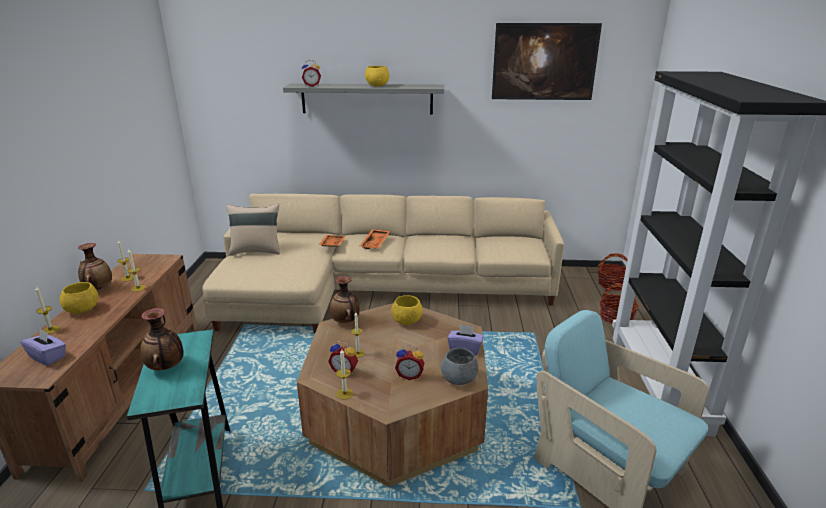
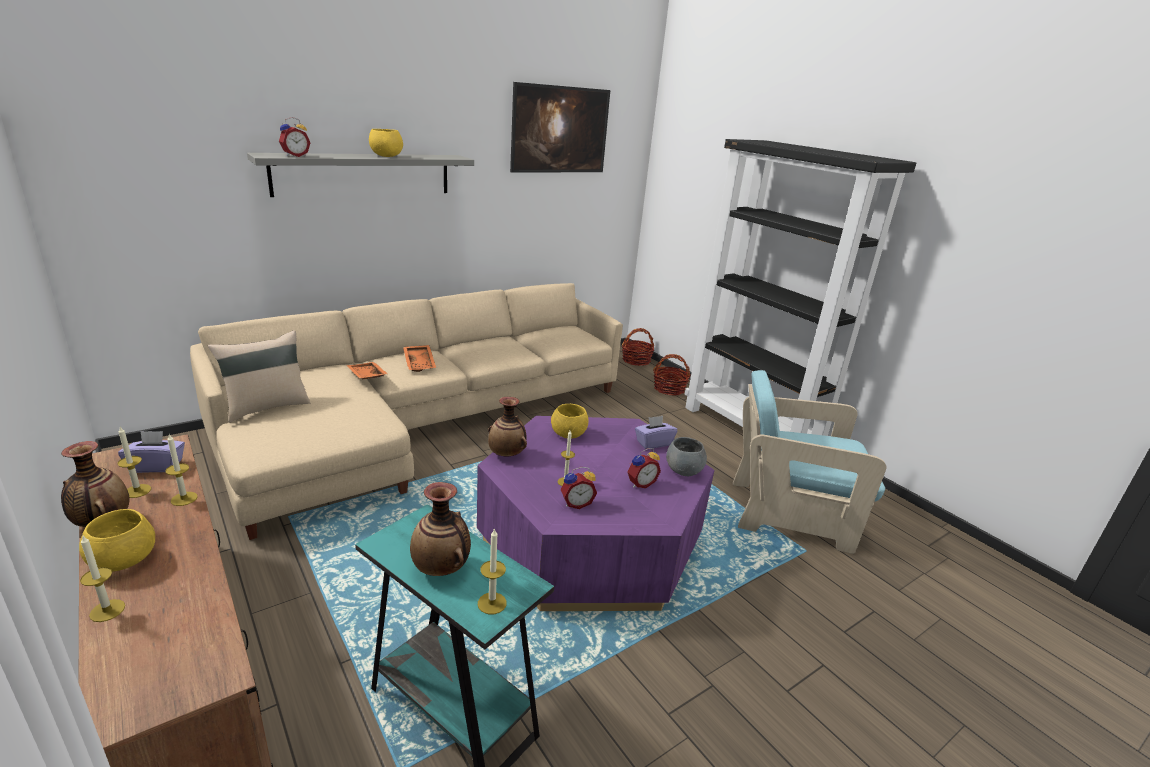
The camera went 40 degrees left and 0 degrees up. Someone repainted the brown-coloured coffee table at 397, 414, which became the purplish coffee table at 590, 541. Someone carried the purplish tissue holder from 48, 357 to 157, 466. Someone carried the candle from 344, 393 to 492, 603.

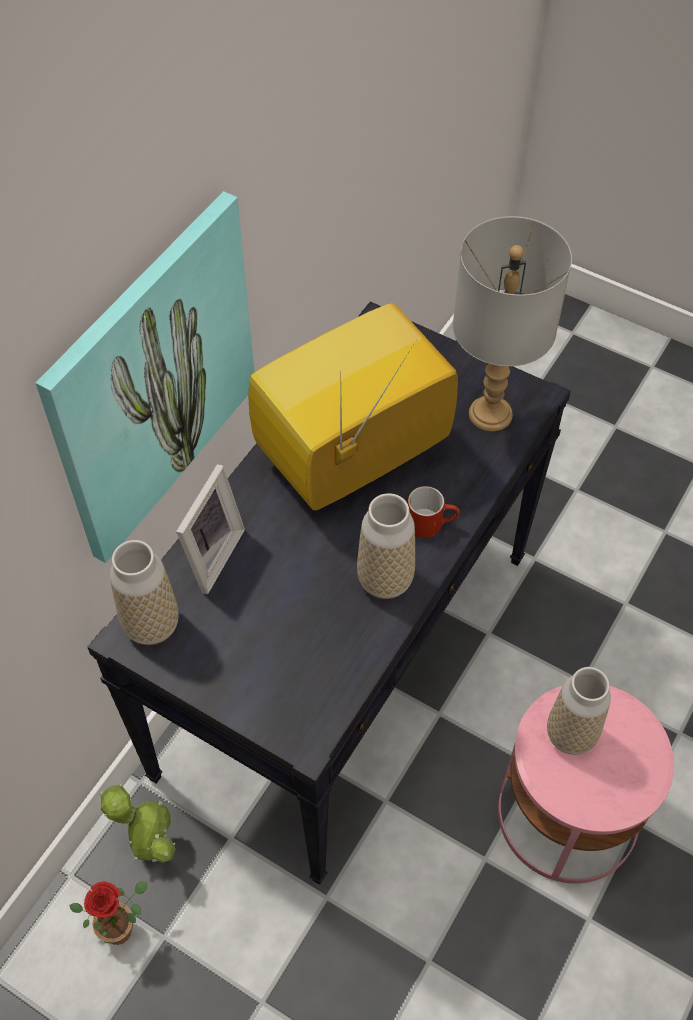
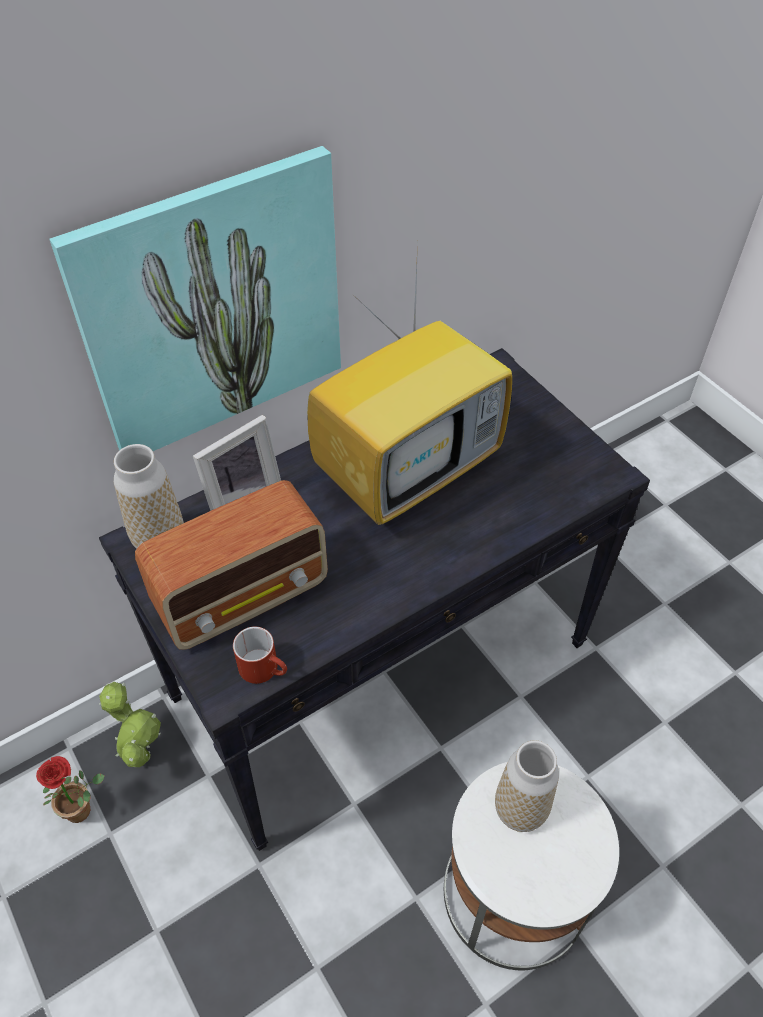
The camera went 25 degrees right and 5 degrees down. Someone took away the gray tabletop lamp at 490, 413. Someone rotated the television at 351, 461 by 150 degrees clockwise. Someone carried the red coffee mug from 431, 523 to 265, 669. Someone took away the vase at 385, 580. Someone repainted the pink side table at 568, 814, which became the white-coloured side table at 514, 893. Someone put down the radio at 244, 595.

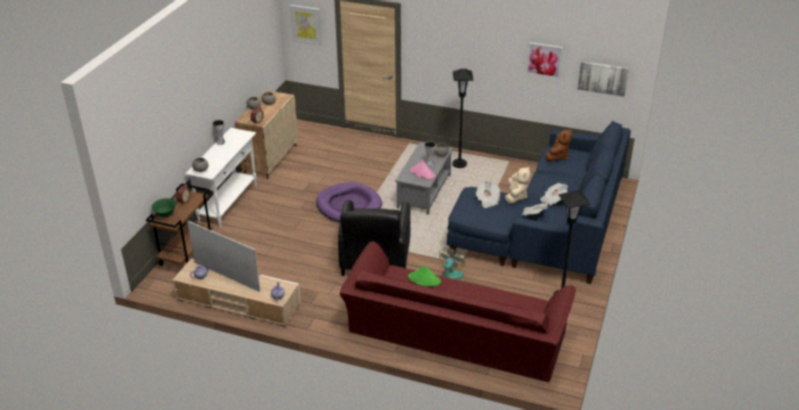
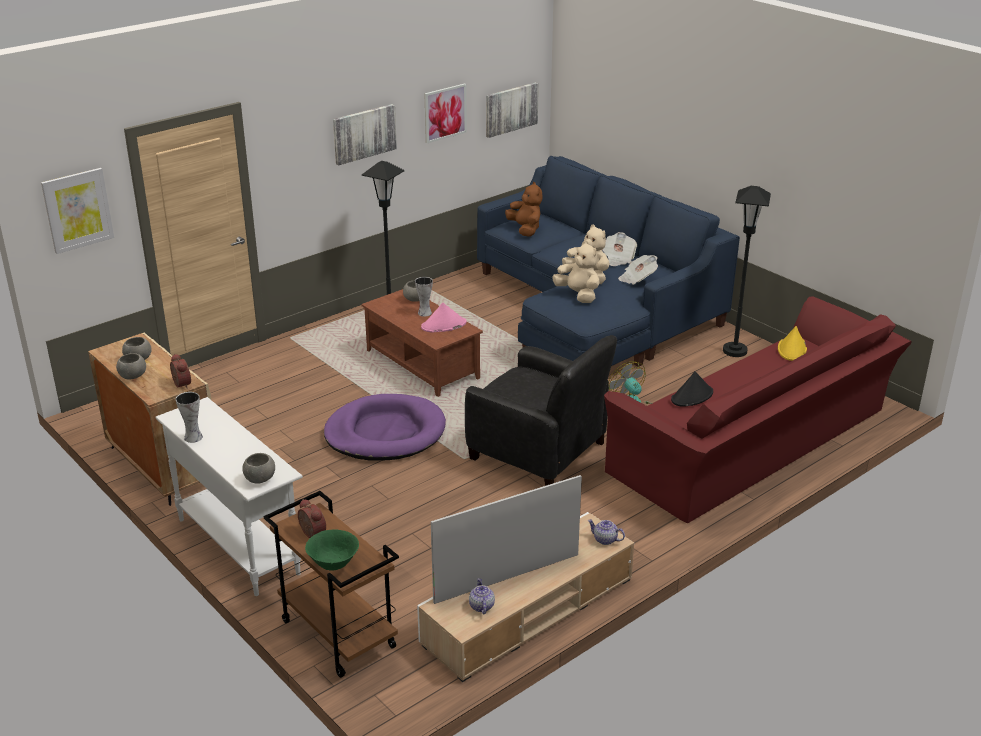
The camera went 60 degrees left and 5 degrees down. Someone repainted the gray coffee table at 425, 192, which became the brown-coloured coffee table at 423, 364. Someone swapped the newspaper at 487, 200 for the sand-coloured plush toy at 578, 295. Someone repainted the green wearable hat at 424, 279, which became the black-coloured wearable hat at 692, 396. Someone put up the picture at 364, 133. Someone put down the yellow wearable hat at 792, 349.

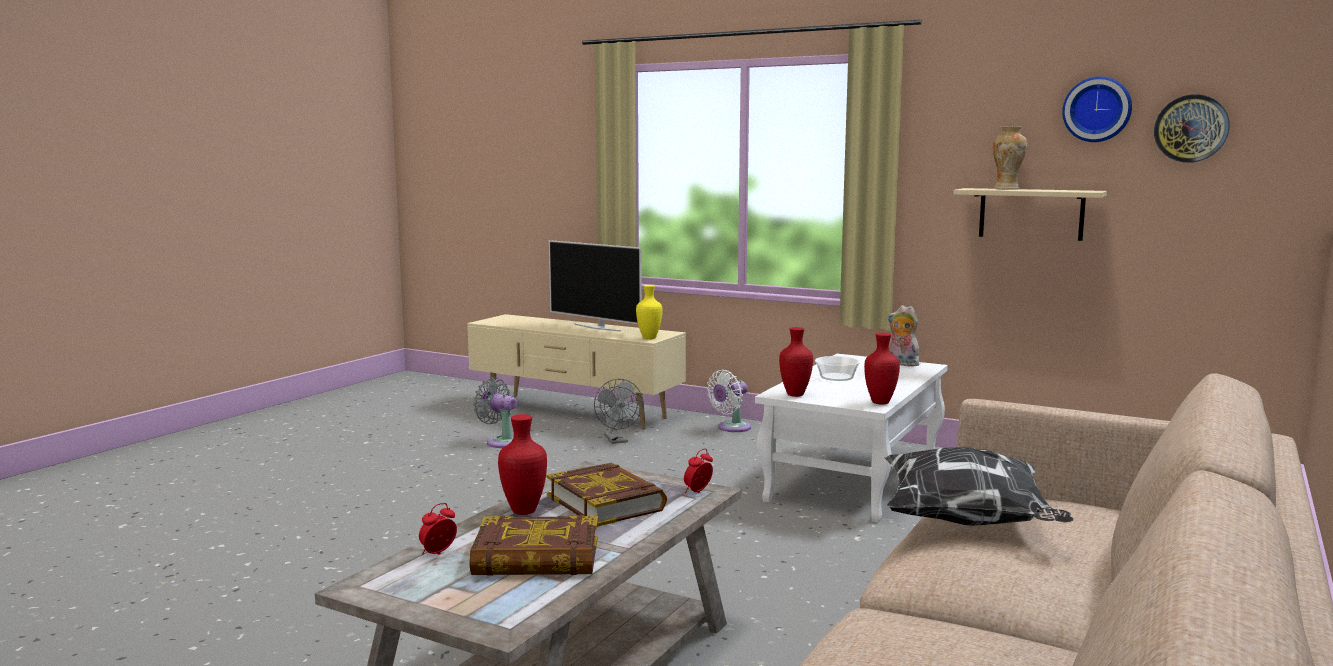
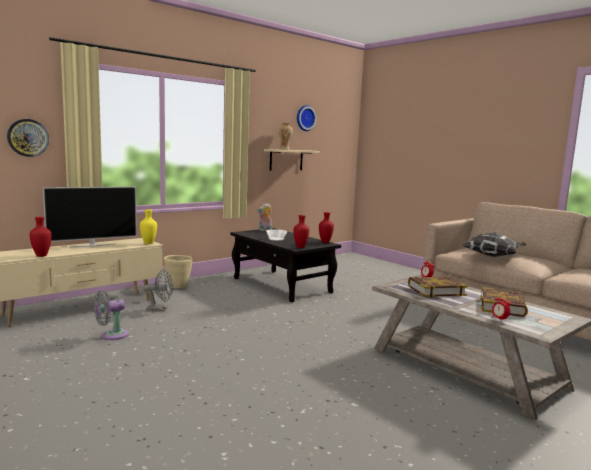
The camera went 70 degrees left and 0 degrees up. Someone carried the clock on the wall from 1191, 128 to 28, 137. Someone repainted the white-coloured coffee table at 853, 480, which became the black-coloured coffee table at 282, 285. Someone swapped the white-coloured fan at 731, 428 for the sand-coloured flower pot at 178, 286. Someone carried the red vase from 523, 512 to 42, 256.

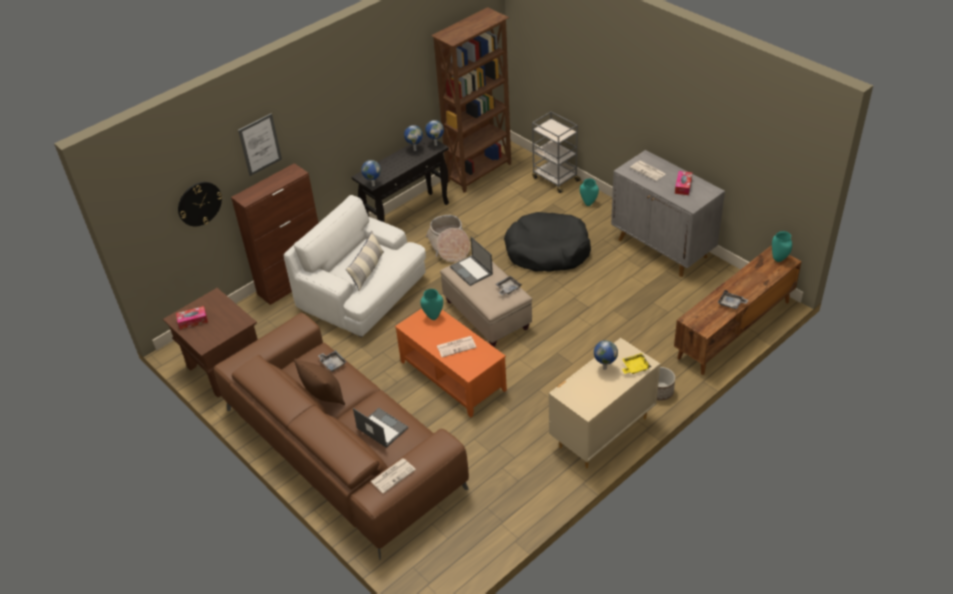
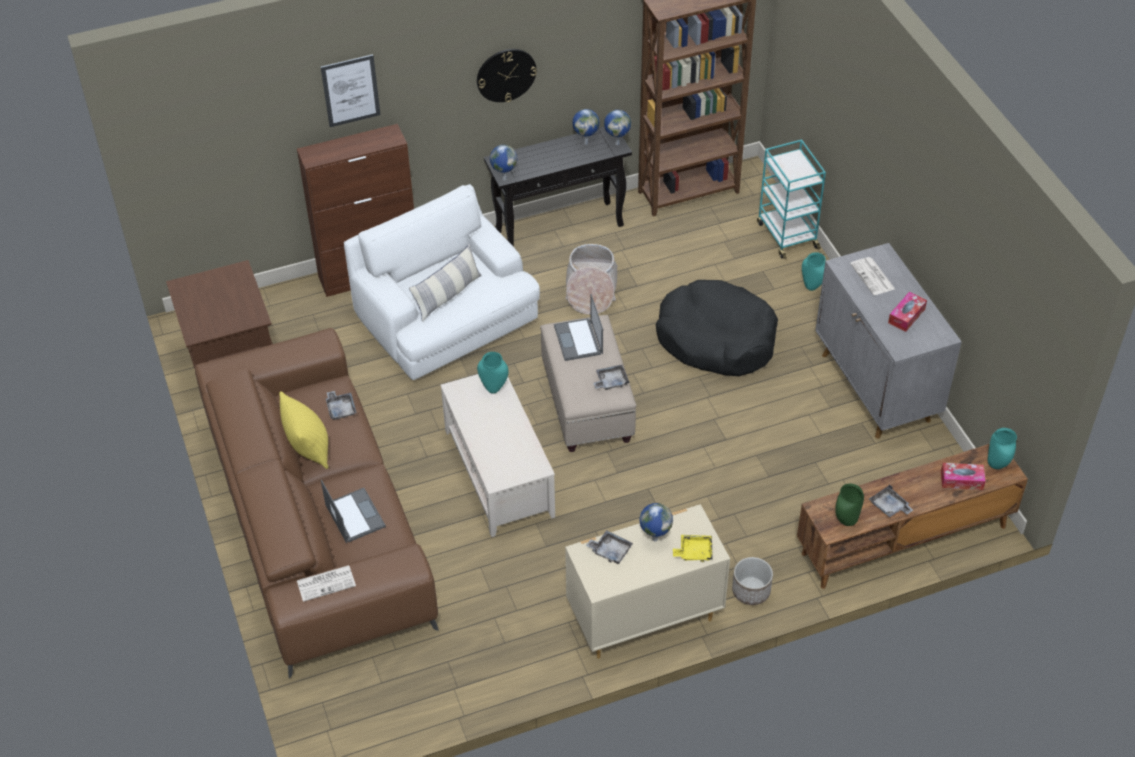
The camera went 20 degrees right and 5 degrees up. Someone repainted the gray trolley at 555, 179, which became the turquoise trolley at 786, 235. Someone carried the clock on the wall from 199, 203 to 506, 75. Someone carried the tissue holder from 193, 321 to 961, 480. Someone repainted the orange-coloured coffee table at 452, 376, which became the sand-coloured coffee table at 498, 473. Someone took away the newspaper at 456, 346. Someone repainted the brown-coloured throw pillow at 323, 396, which became the yellow throw pillow at 308, 448. Someone put down the green vase at 846, 521. Someone put down the gray serving tray at 610, 551.

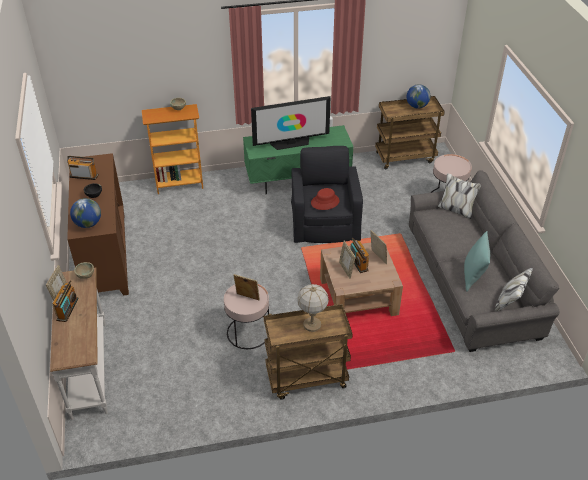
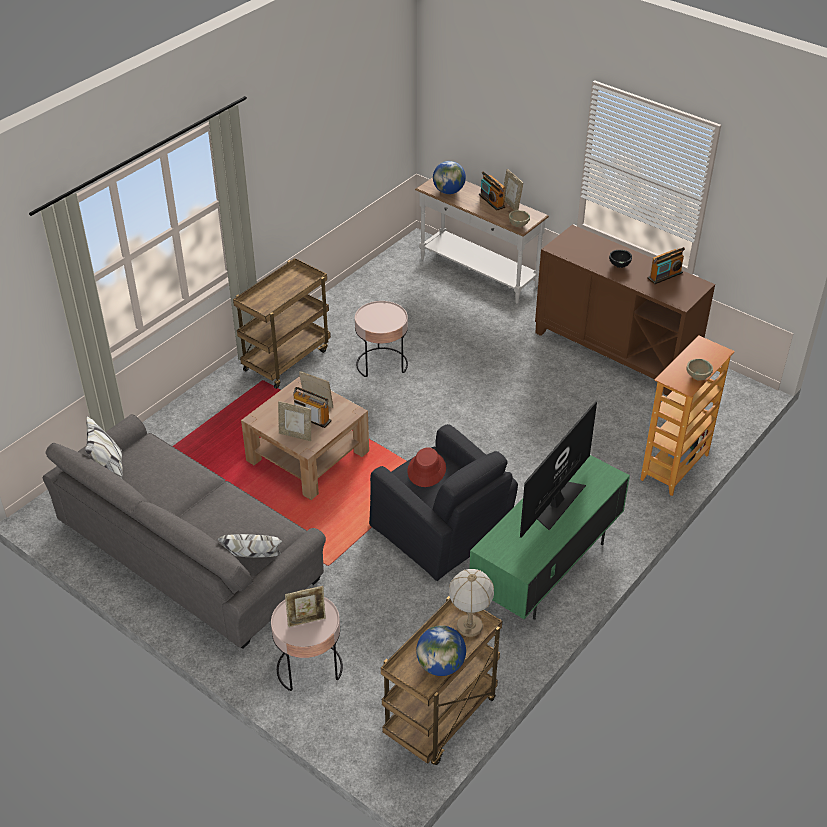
The camera went 140 degrees right and 0 degrees up. Someone carried the world globe from 88, 224 to 448, 191. Someone took away the turquoise throw pillow at 473, 276. Someone carried the photo frame from 247, 297 to 307, 621. Someone carried the tabletop lamp from 312, 325 to 469, 626.

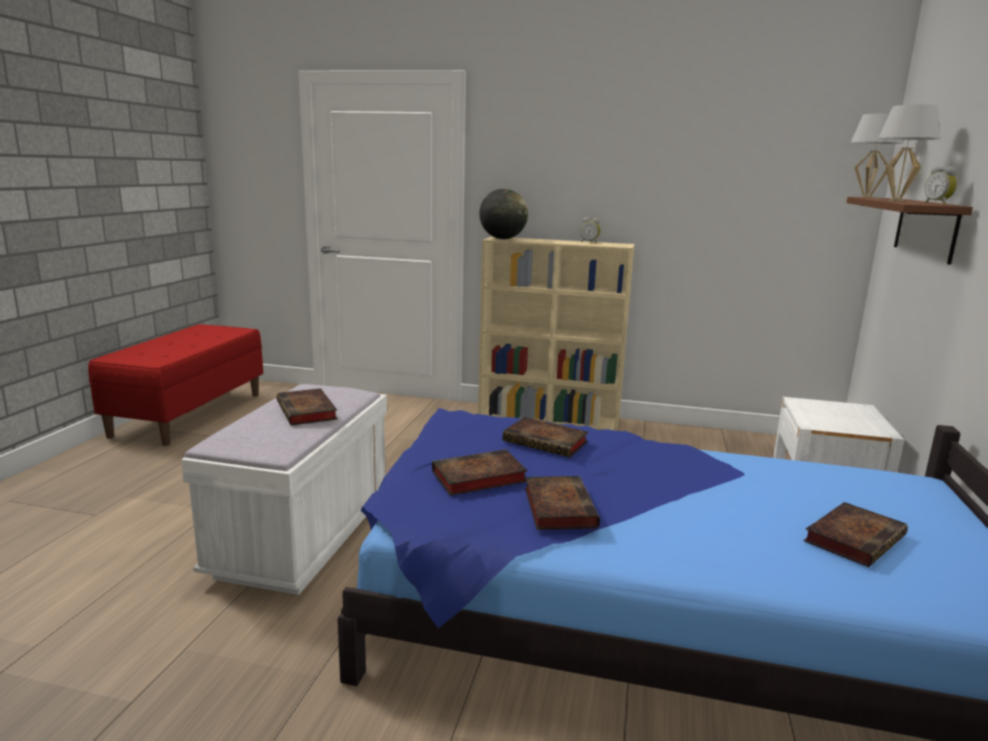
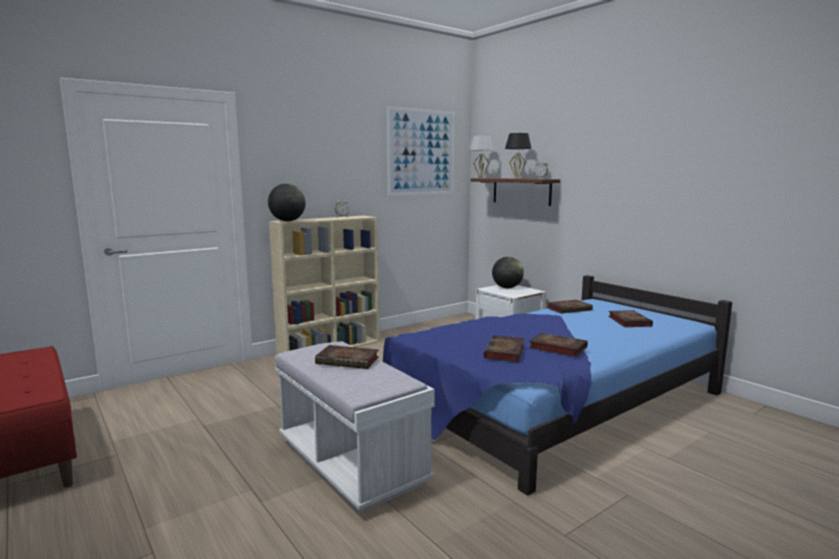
The camera went 50 degrees left and 5 degrees down. Someone repainted the white-coloured tabletop lamp at 897, 201, which became the black-coloured tabletop lamp at 517, 178. Someone carried the bound book from 547, 442 to 569, 309. Someone put up the picture at 421, 152. Someone put down the world globe at 507, 288.

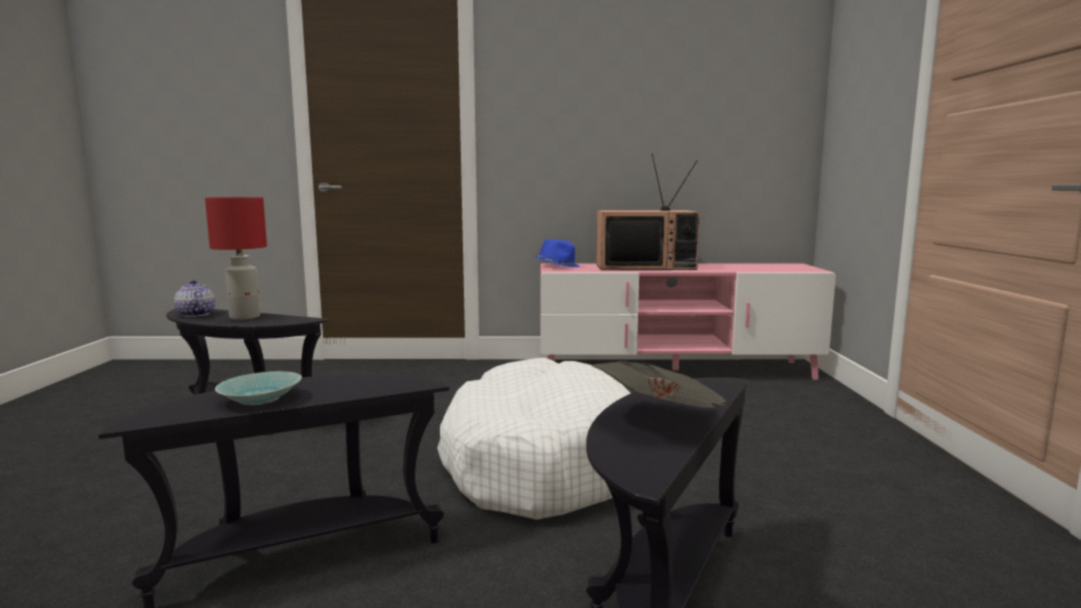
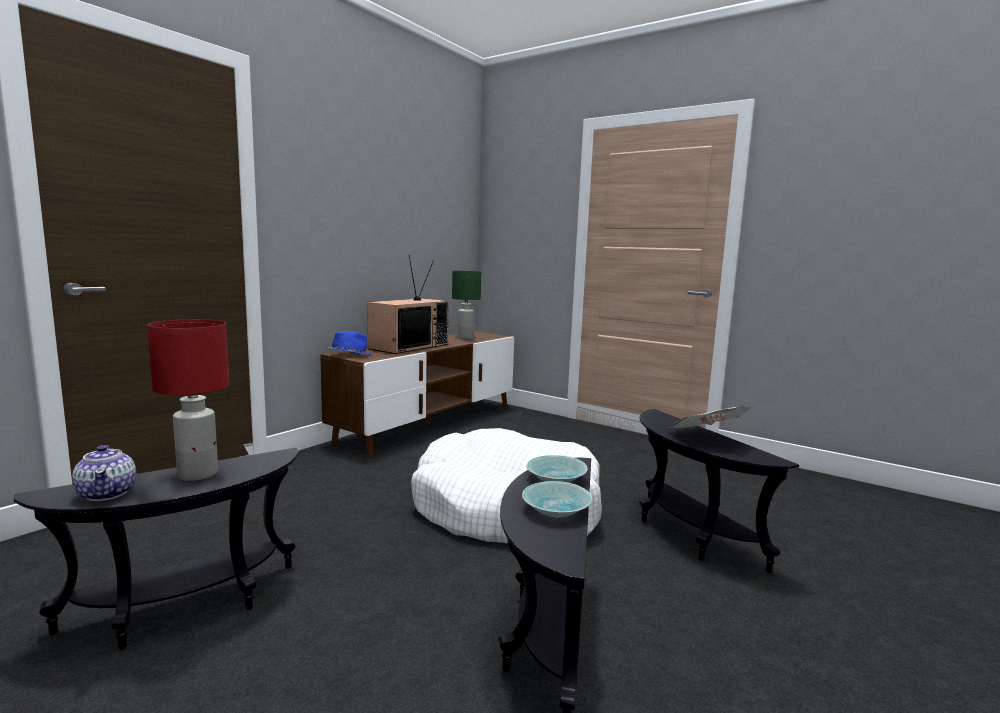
The camera went 55 degrees left and 0 degrees up. Someone repainted the pink media console at 676, 370, which became the brown-coloured media console at 429, 423. Someone rotated the teapot at 195, 314 by 120 degrees counterclockwise. Someone put down the green tabletop lamp at 465, 338. Someone put down the turquoise serving bowl at 556, 480.

